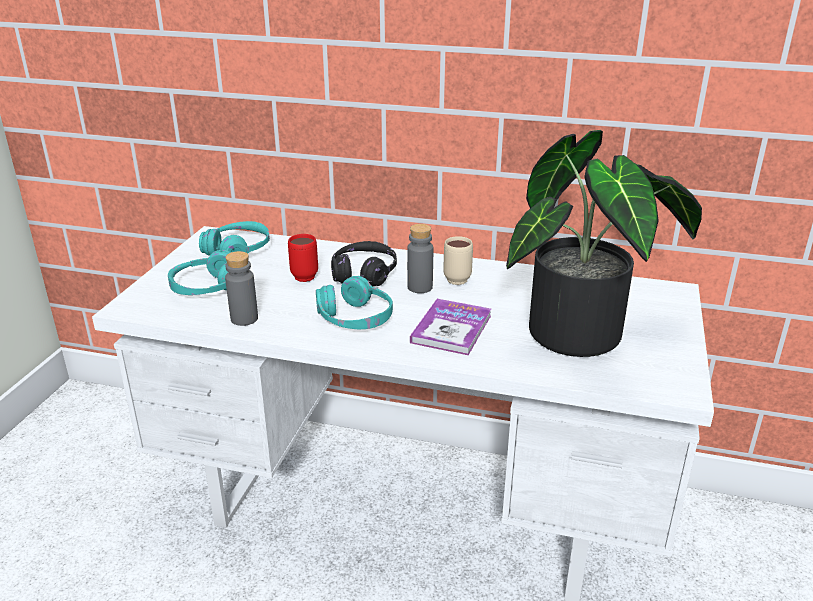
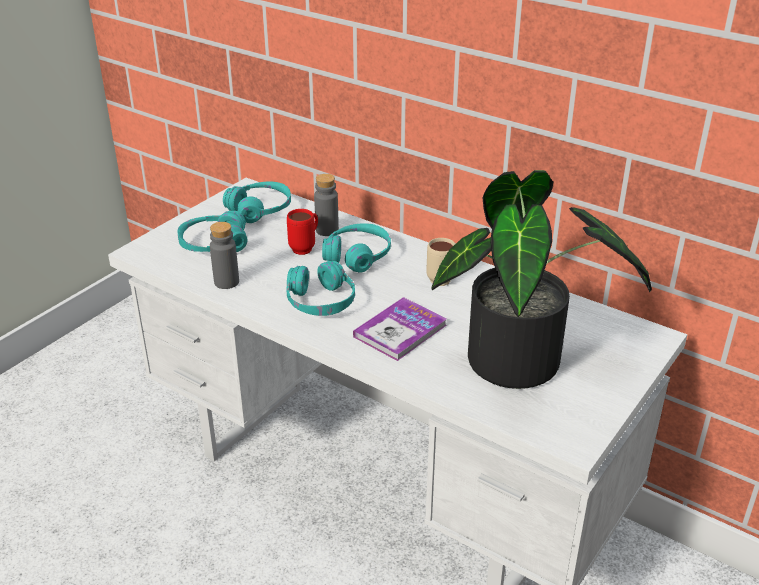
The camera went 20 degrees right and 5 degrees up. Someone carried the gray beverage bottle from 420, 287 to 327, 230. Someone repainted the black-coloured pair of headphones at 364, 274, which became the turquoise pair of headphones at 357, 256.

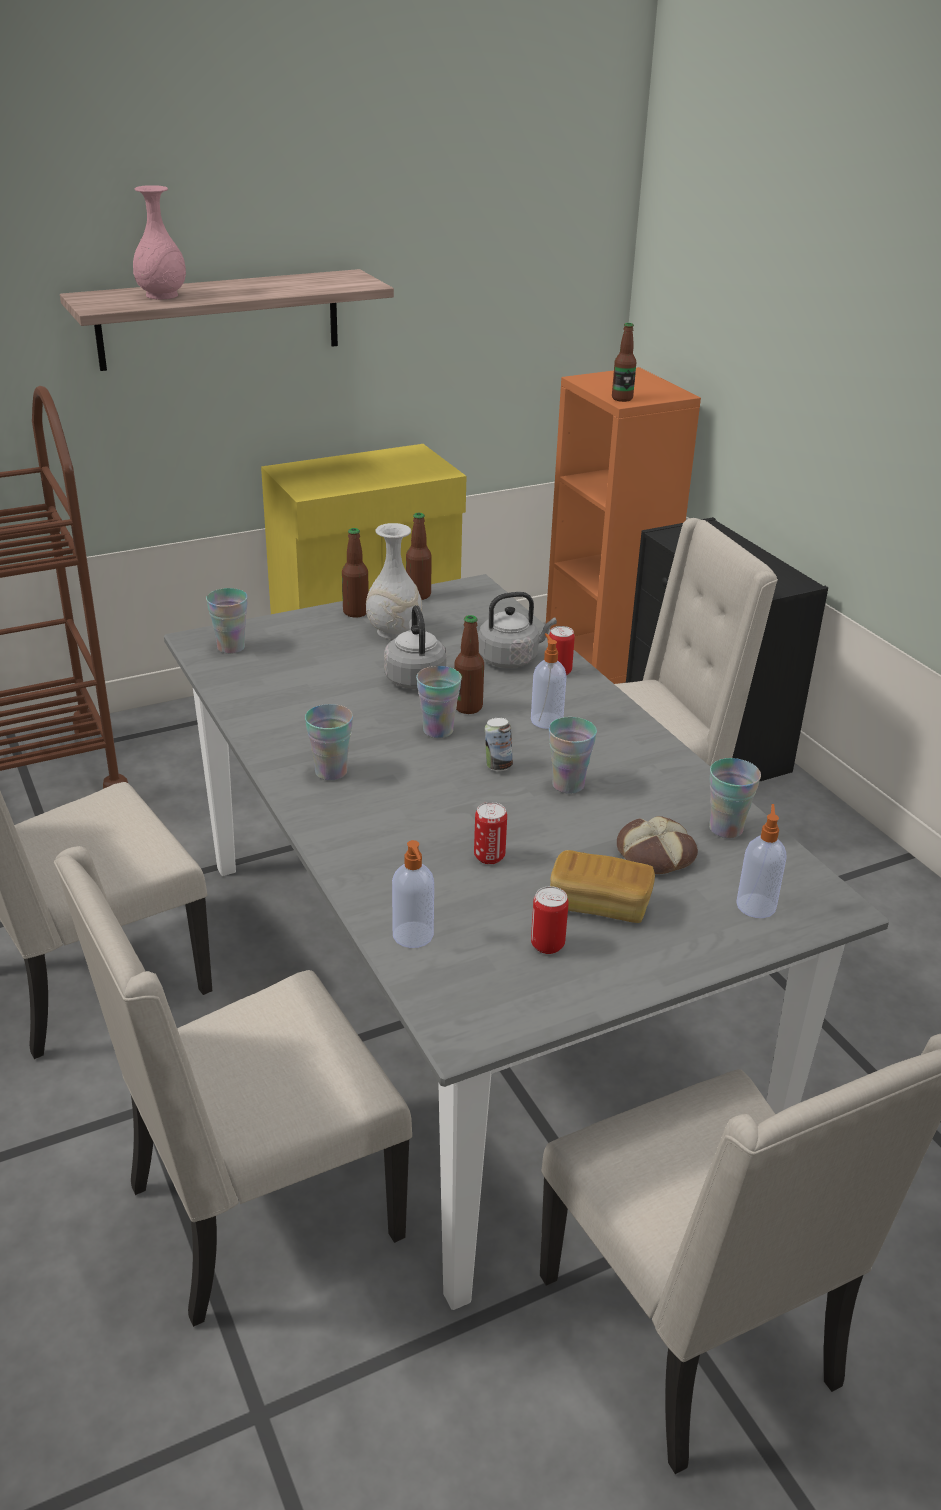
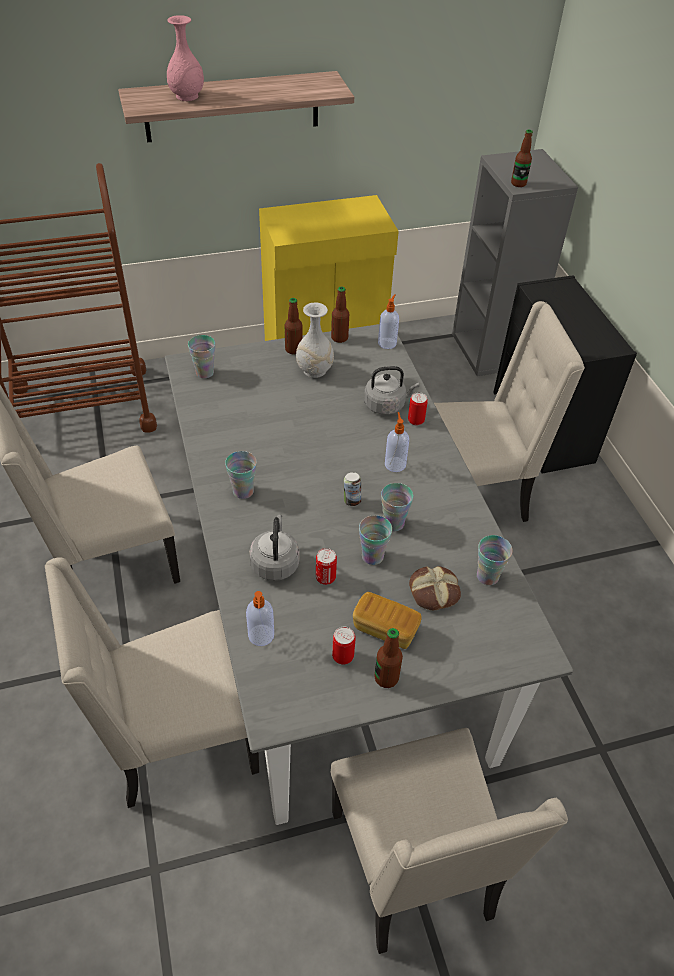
The camera went 10 degrees right and 15 degrees up. Someone repainted the orange-coloured shelving unit at 606, 659, which became the gray shelving unit at 492, 350. Someone carried the gray water kettle from 414, 678 to 275, 563. Someone carried the beverage bottle from 468, 707 to 386, 678. Someone carried the small cup from 438, 730 to 372, 556. Someone carried the soap bottle from 756, 905 to 387, 343.

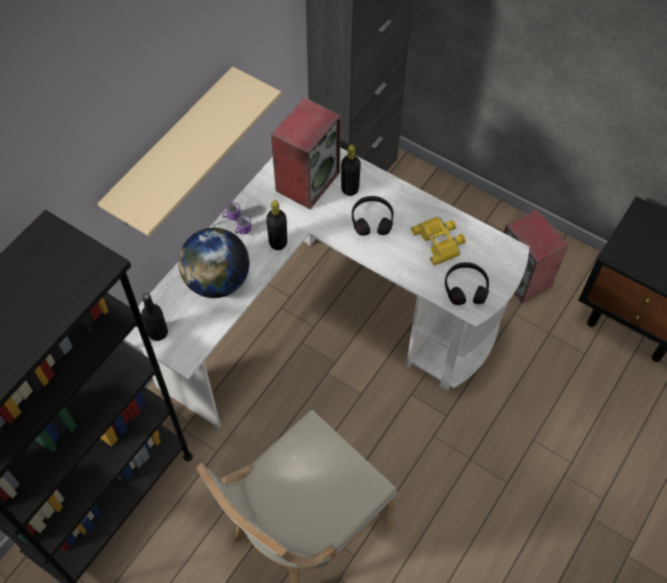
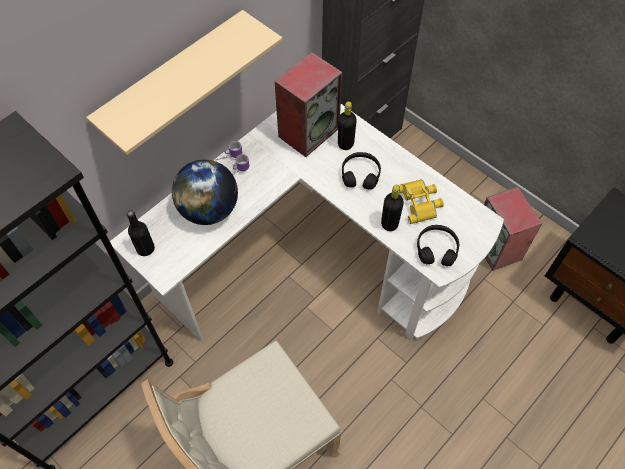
The camera went 10 degrees right and 0 degrees up. Someone carried the black-coloured beverage bottle from 278, 242 to 389, 223.

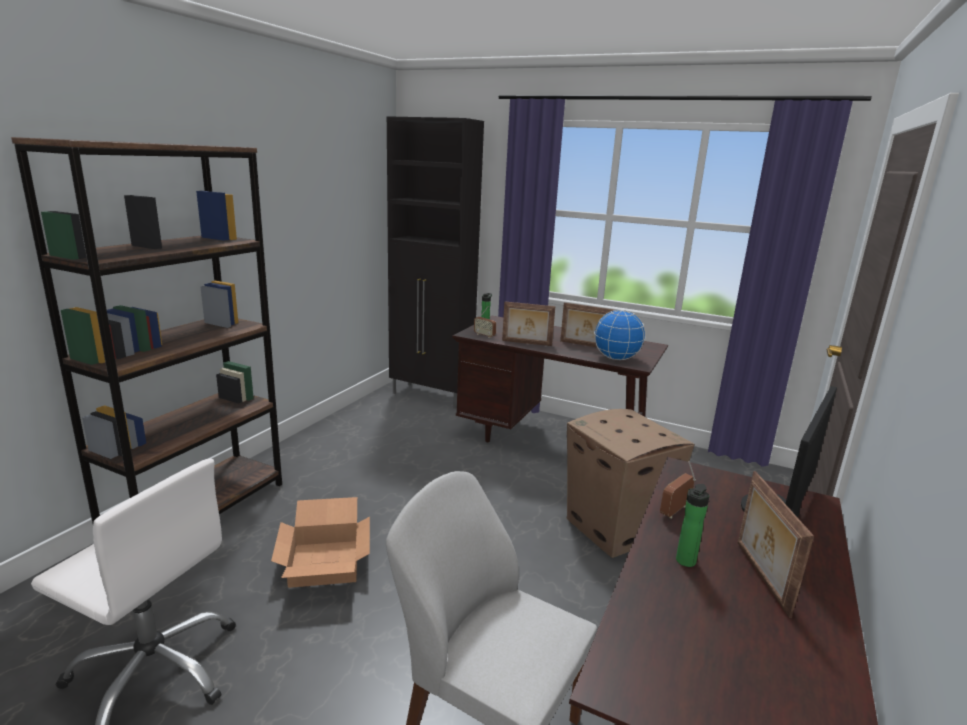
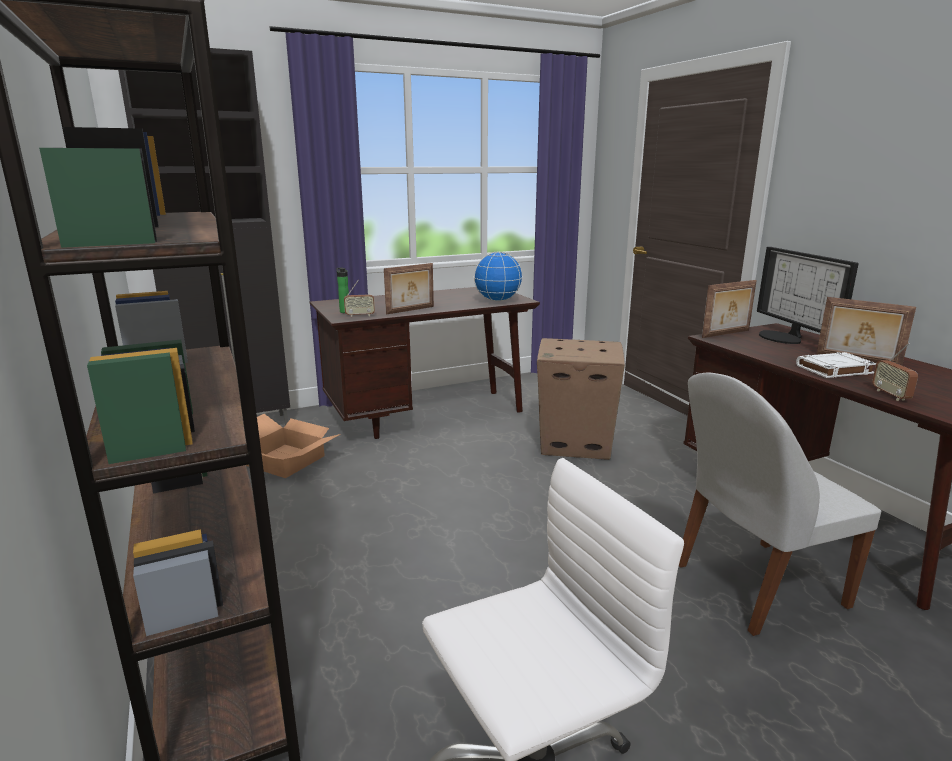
The camera went 50 degrees left and 0 degrees up. Someone carried the photo frame from 584, 345 to 726, 334. Someone carried the radio from 675, 511 to 891, 395. Someone swapped the beverage bottle at 684, 562 for the white-coloured bound book at 834, 370. Someone carried the carton from 323, 562 to 283, 460.

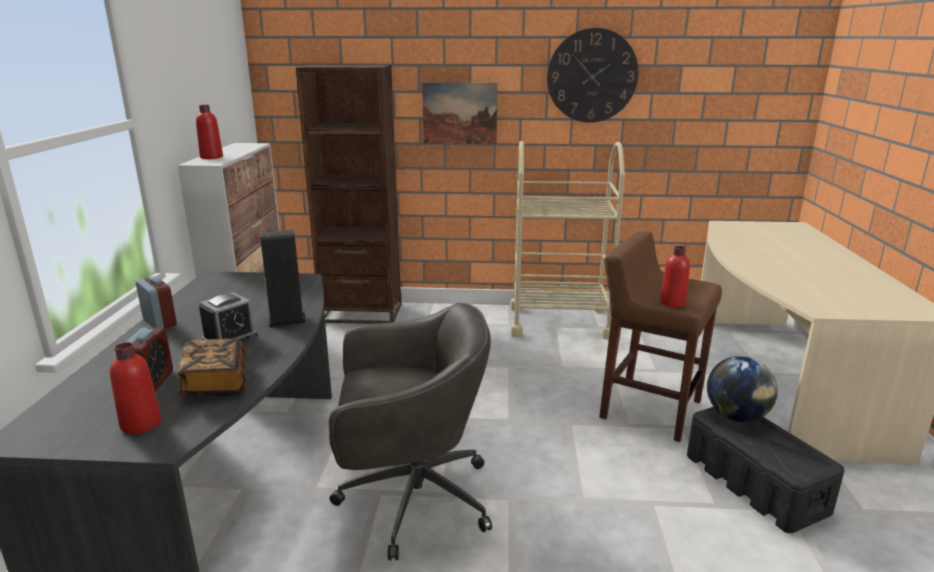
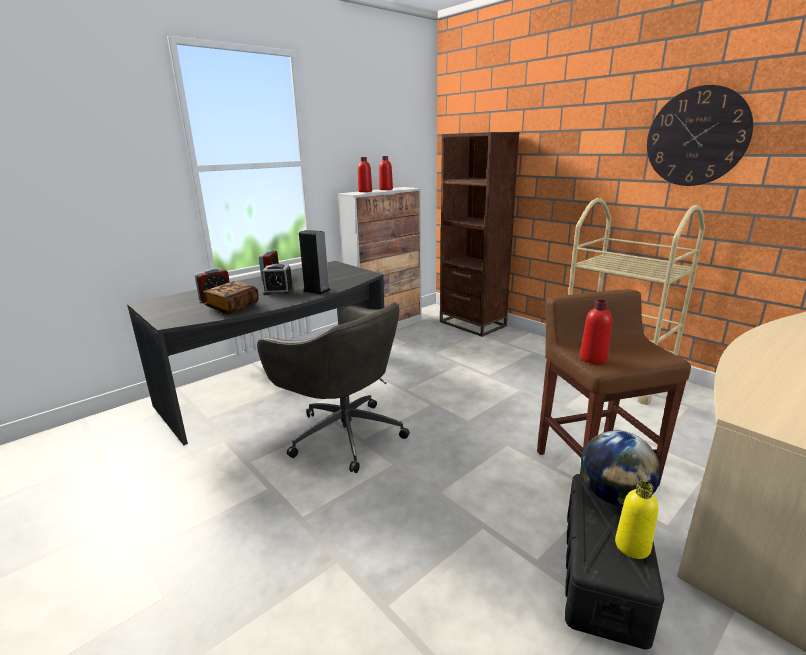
The camera went 45 degrees right and 0 degrees up. Someone took away the picture at 459, 113. Someone carried the red beverage bottle from 141, 424 to 386, 189. Someone put down the yellow beverage bottle at 632, 546.

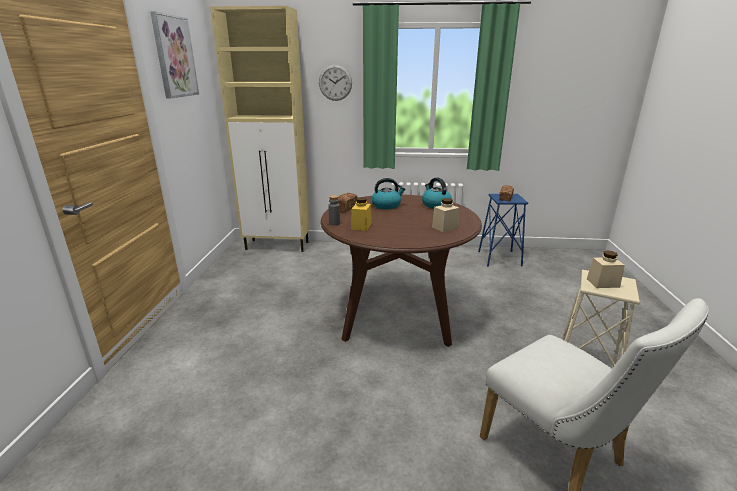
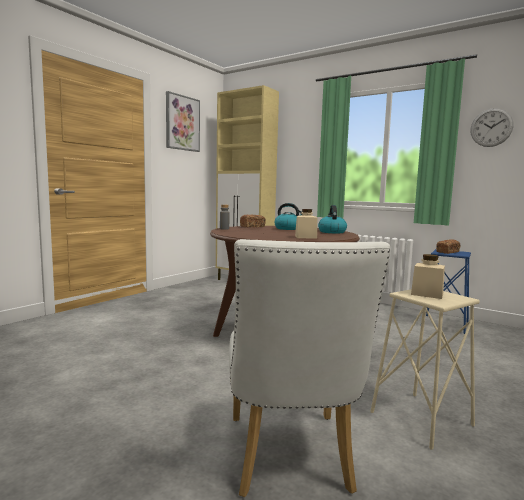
The camera went 30 degrees right and 15 degrees down. Someone carried the clock on the wall from 335, 83 to 491, 127. Someone took away the yellow jar at 361, 226.

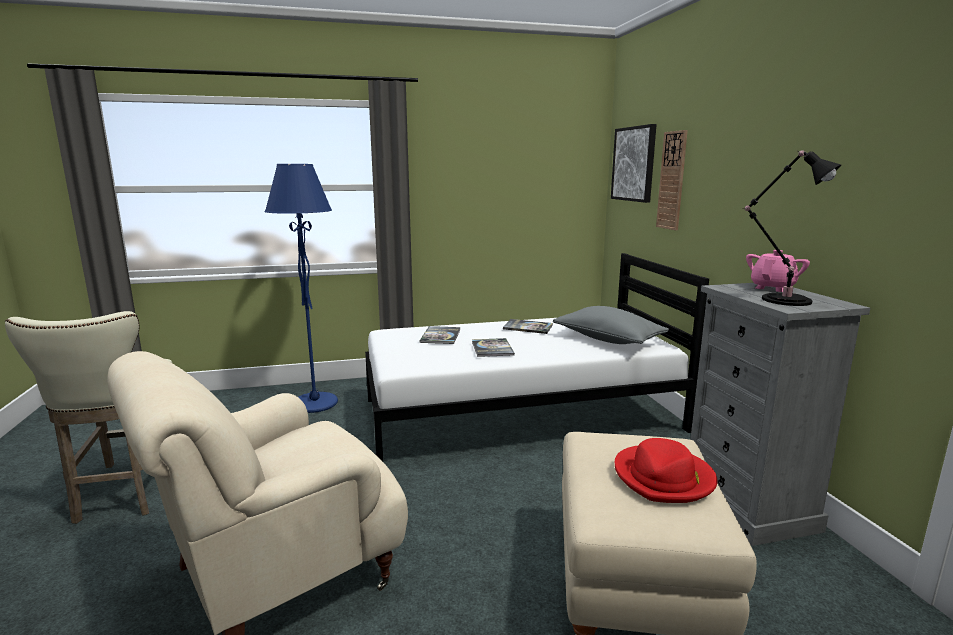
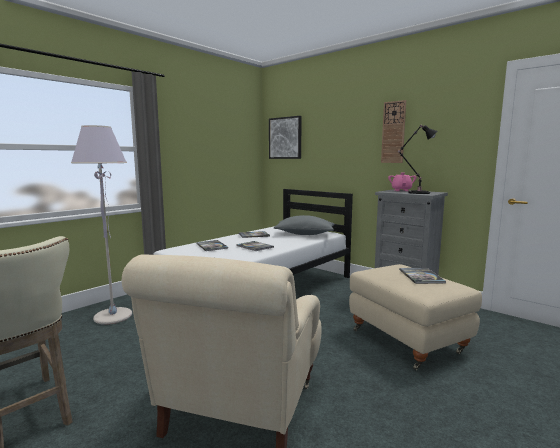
The camera went 35 degrees left and 5 degrees down. Someone carried the clock on the wall from 672, 180 to 393, 132. Someone repainted the blue-coloured standing lamp at 315, 403, which became the gray standing lamp at 113, 317. Someone swapped the red wearable hat at 664, 478 for the bound book at 421, 276.

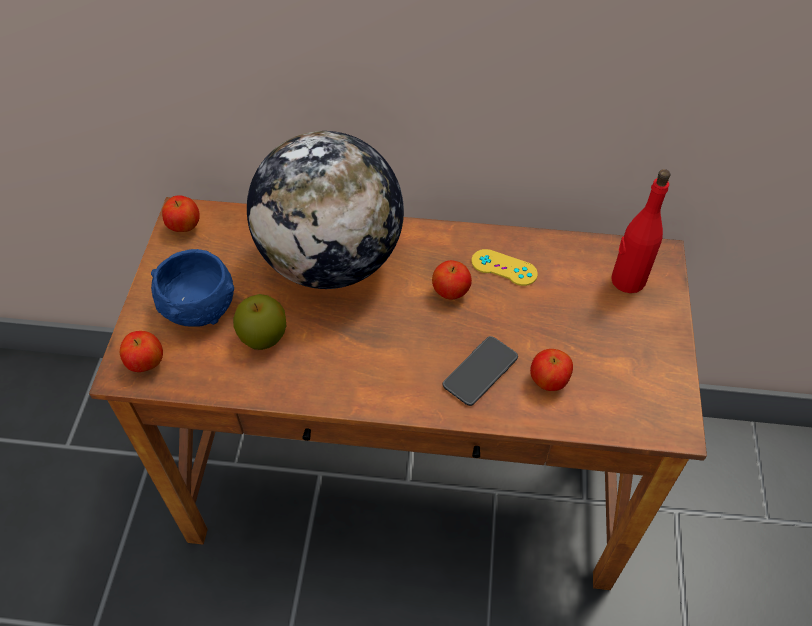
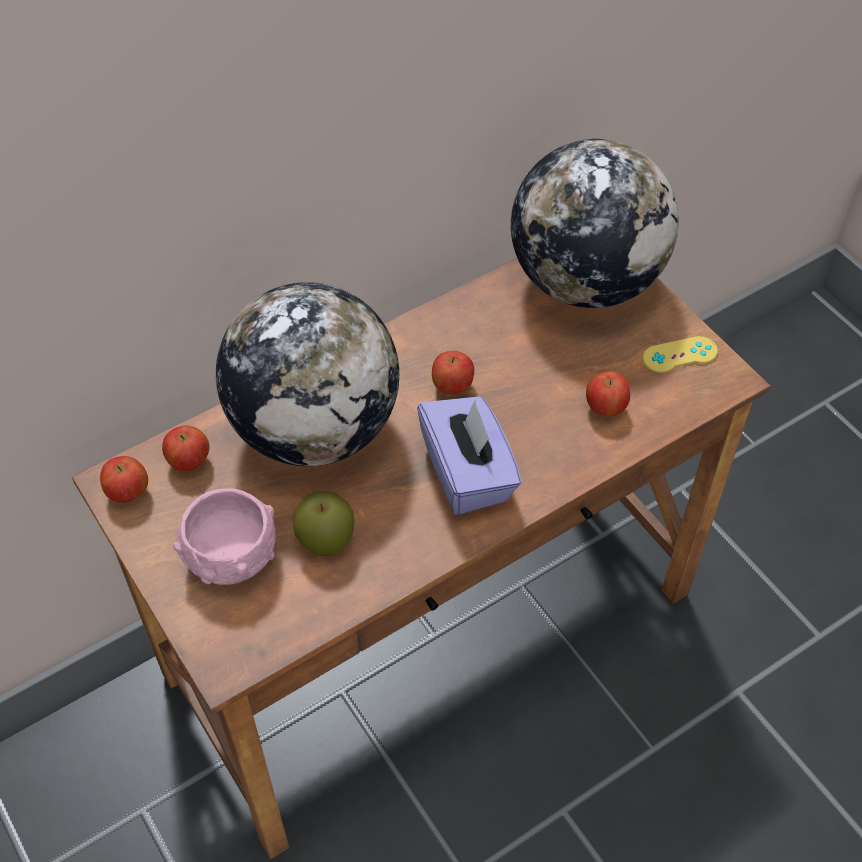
The camera went 40 degrees left and 0 degrees up. Someone swapped the red beverage bottle at 627, 280 for the world globe at 585, 281. Someone repainted the blue-coloured serving bowl at 199, 307, which became the pink serving bowl at 231, 556. Someone carried the yellow joypad from 504, 268 to 679, 355. Someone carried the whole apple from 146, 363 to 189, 461. Someone took away the handset at 480, 371. Someone put down the purplish tissue holder at 468, 474.

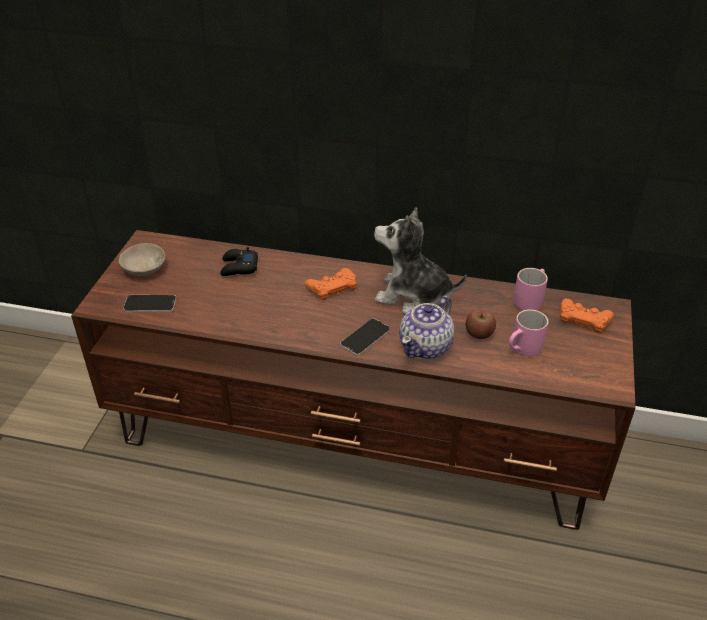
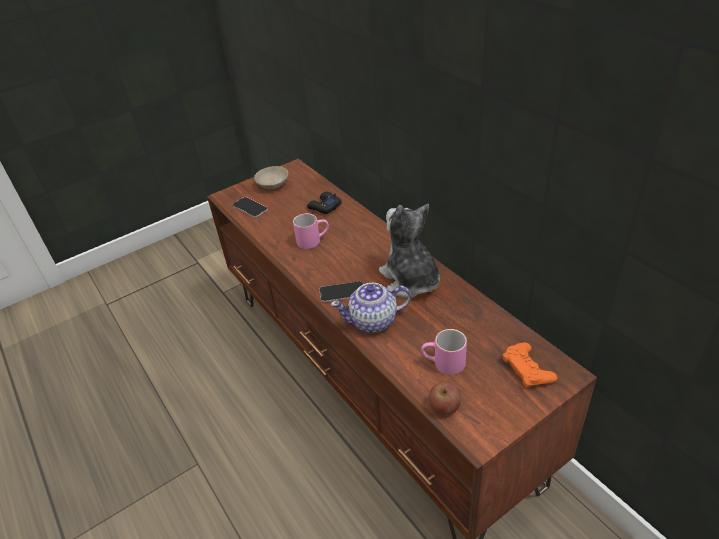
The camera went 45 degrees right and 0 degrees up. Someone took away the orange-coloured joypad at 332, 287. Someone carried the pink coffee mug from 529, 298 to 313, 240. Someone carried the whole apple from 479, 333 to 444, 406.

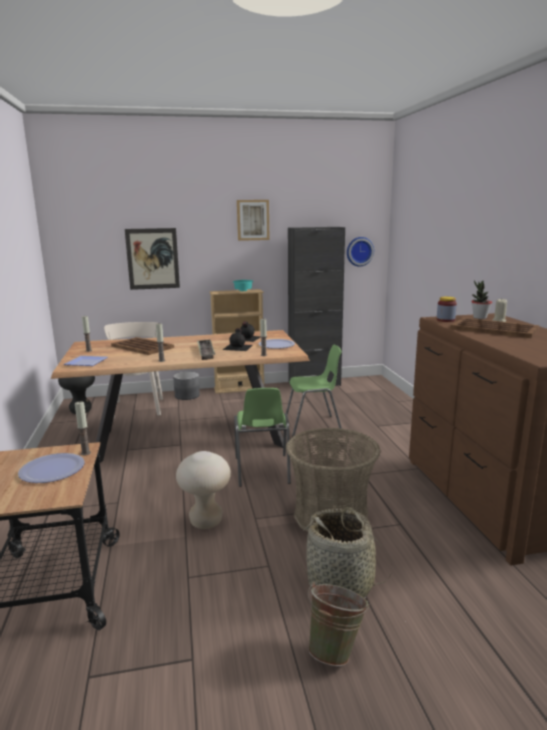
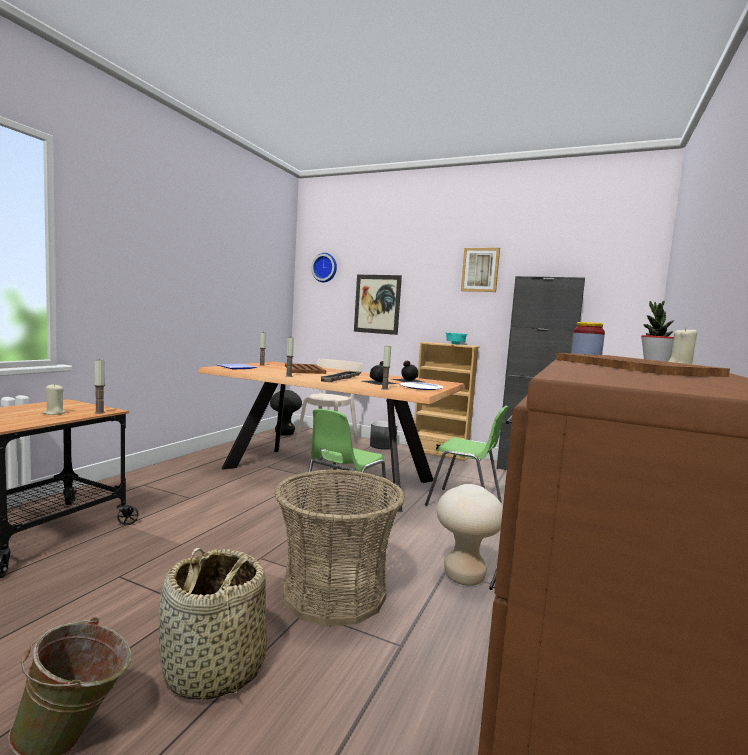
The camera went 35 degrees right and 10 degrees down. Someone carried the clock on the wall from 359, 251 to 325, 268. Someone carried the sand-coloured stool seat from 206, 521 to 464, 577. Someone swapped the plate at 52, 469 for the sand-coloured candle at 54, 413.

